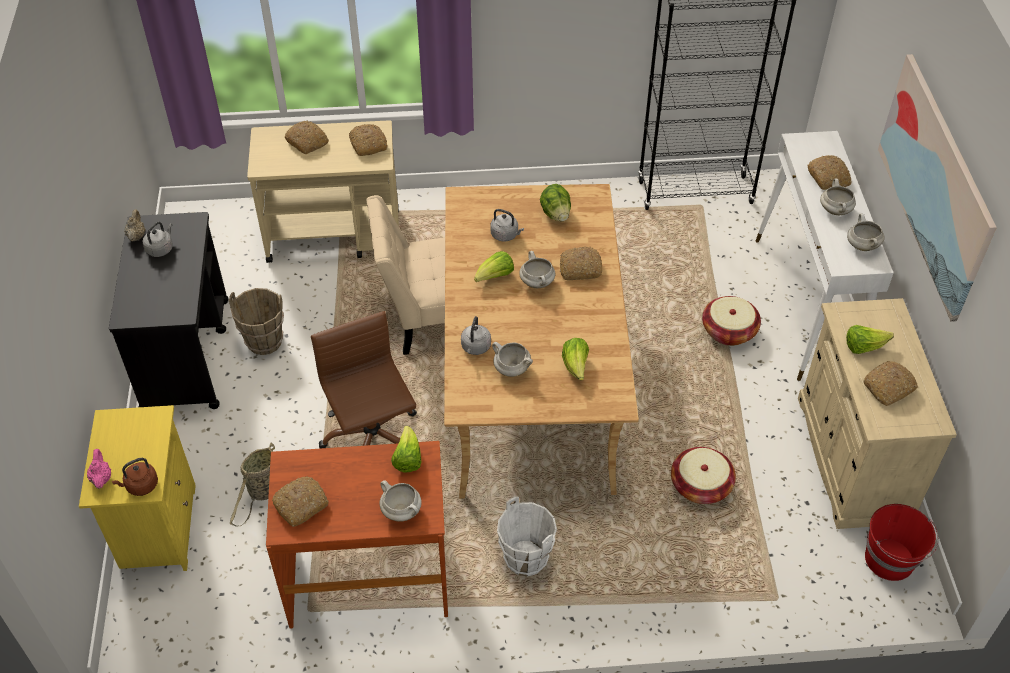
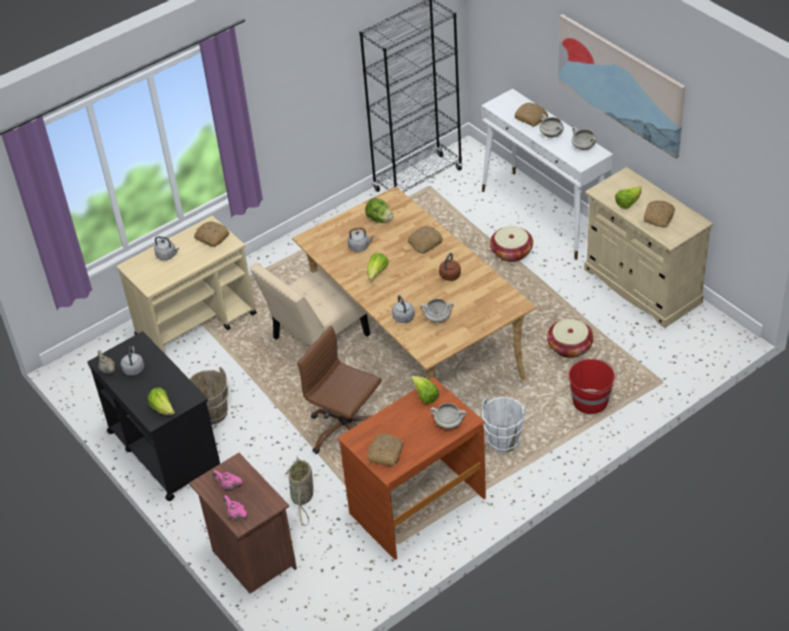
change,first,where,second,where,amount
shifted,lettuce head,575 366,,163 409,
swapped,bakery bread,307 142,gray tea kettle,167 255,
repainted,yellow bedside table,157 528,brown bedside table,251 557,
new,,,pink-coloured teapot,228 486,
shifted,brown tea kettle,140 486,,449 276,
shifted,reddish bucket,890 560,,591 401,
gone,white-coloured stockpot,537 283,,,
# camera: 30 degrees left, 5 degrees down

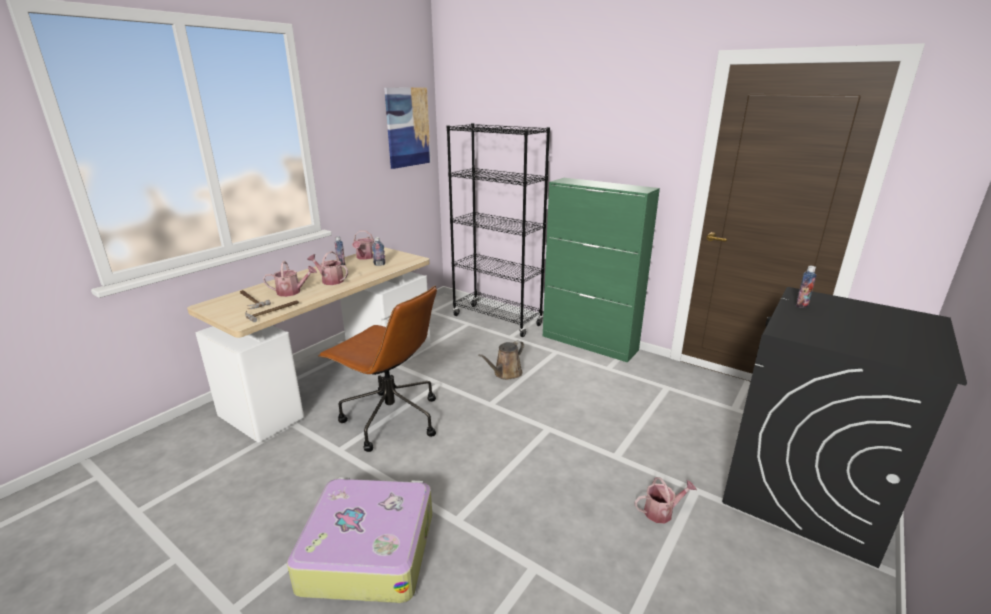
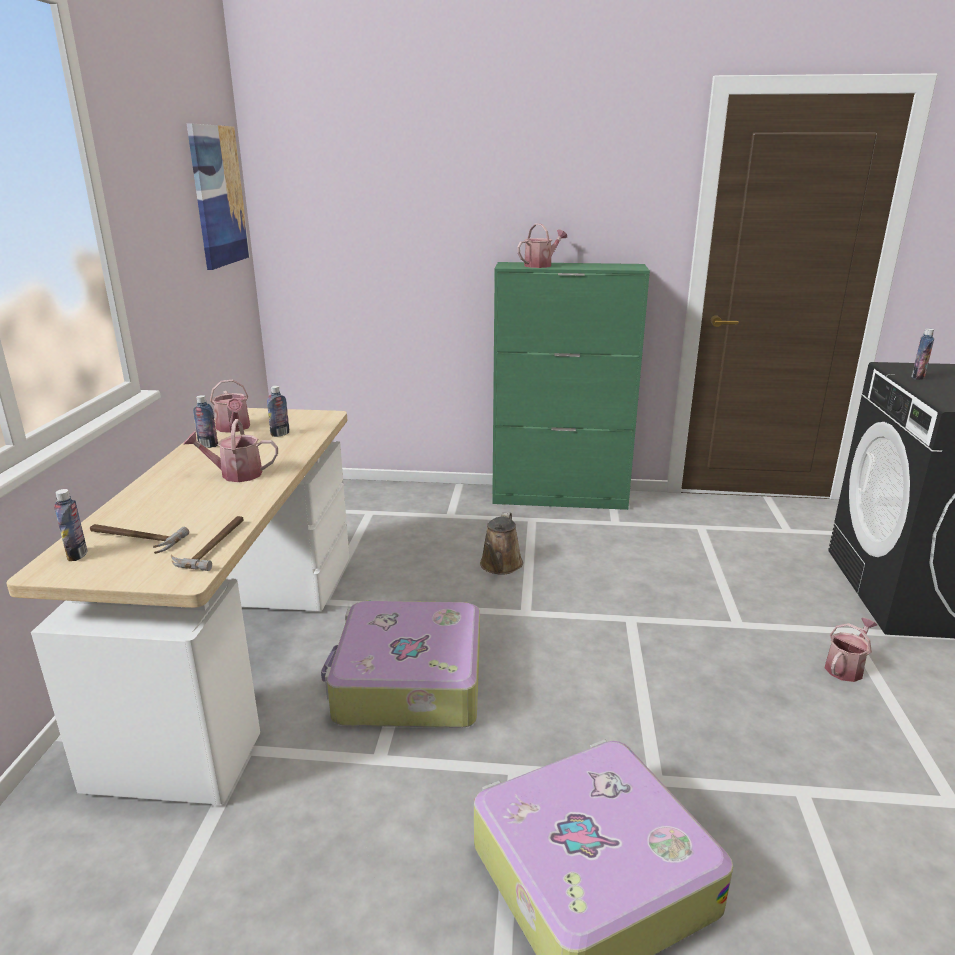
change,first,where,second,where,amount
new,,,beverage bottle,77 555,
swapped,brown computer chair,390 419,piece of luggage,407 682,
shifted,watering pot,292 292,,541 265,
gone,black-coloured shelving unit,497 320,,,
# camera: 30 degrees left, 0 degrees up

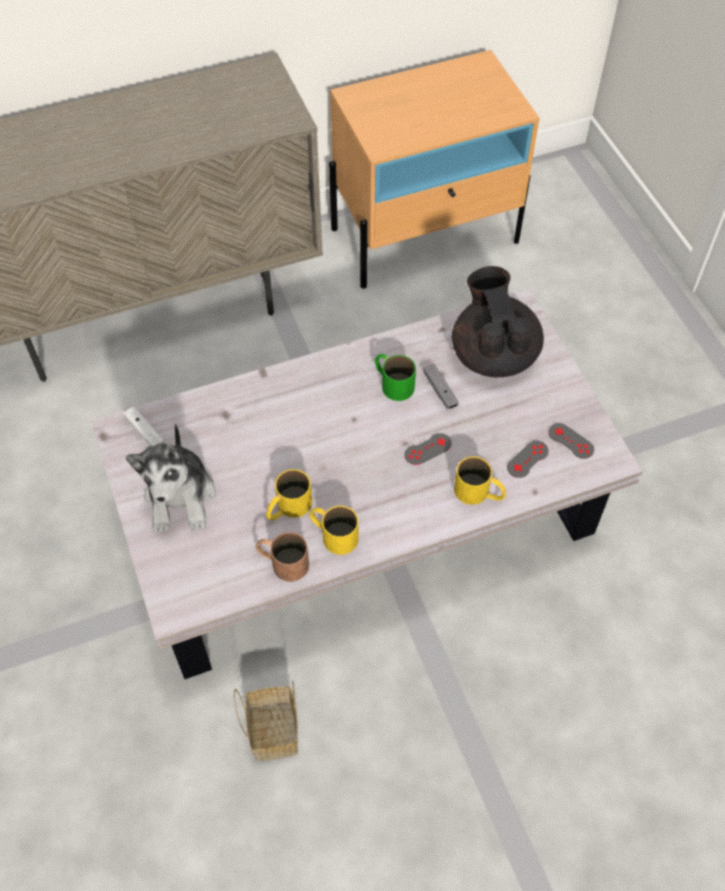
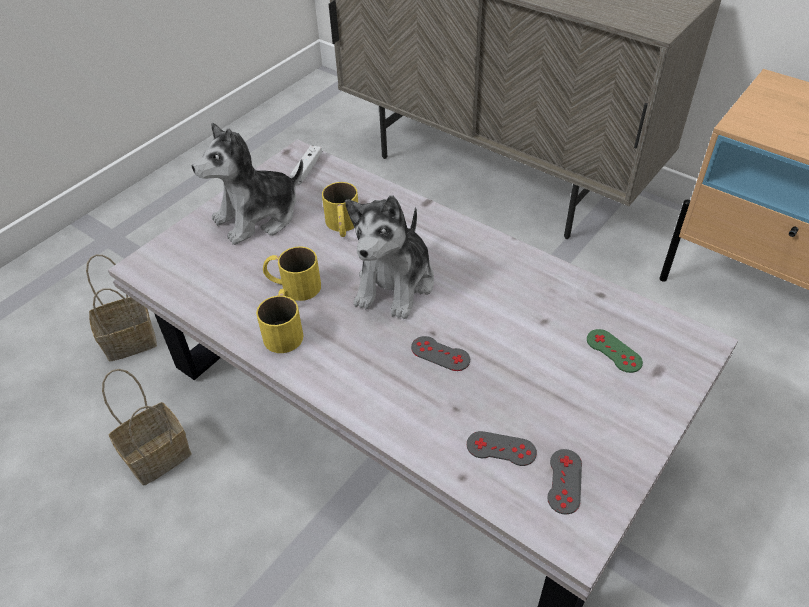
change,first,where,second,where,amount
new,,,basket,131 339,
shifted,yellow coffee mug,479 493,,342 226,
new,,,soft toy,395 284,
swapped,black-coloured teapot,493 354,green gamepad,614 351,
gone,brown coffee mug,282 562,,,
gone,green coffee mug,392 382,,,
gone,gray gamepad,440 391,,,
# camera: 60 degrees right, 10 degrees down

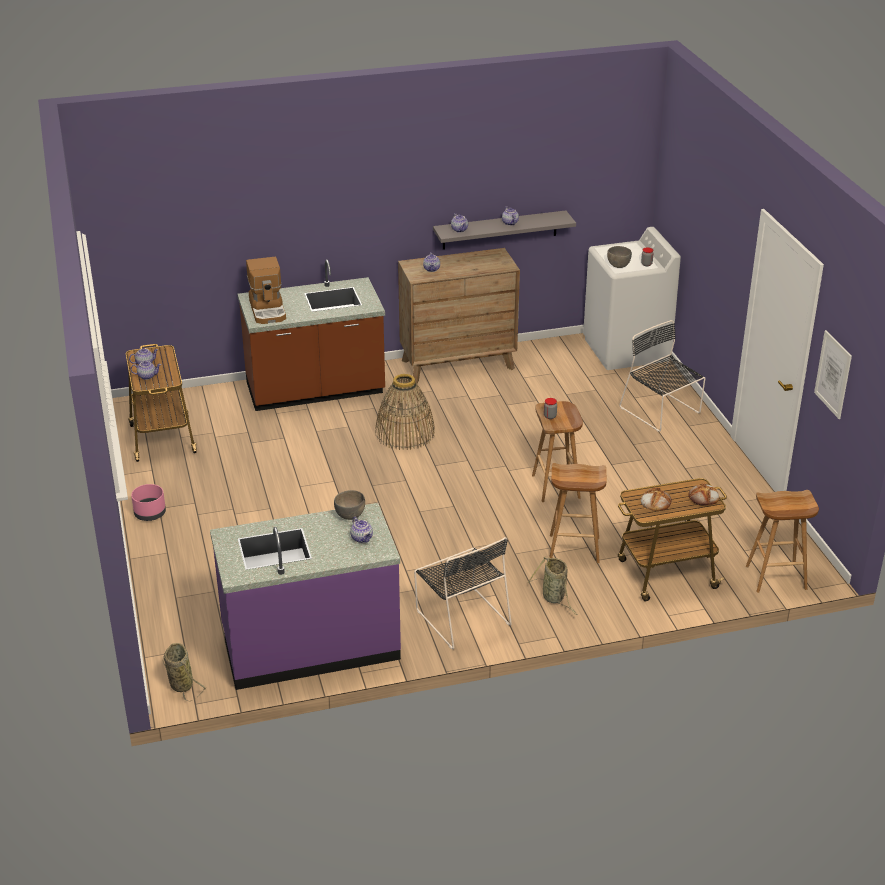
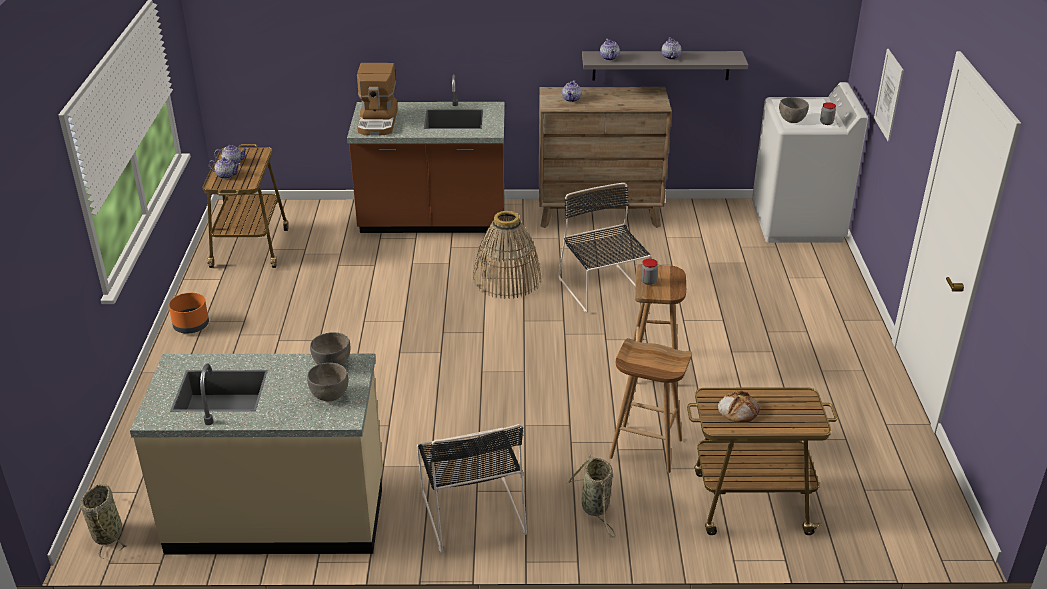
change,first,where,second,where,amount
repainted,purplish kitchen base unit,310 645,beige kitchen base unit,278 513,
repainted,pink-coloured planter,149 513,orange planter,191 325,
swapped,teapot,362 538,gray serving bowl,330 396,
shifted,black-coloured upright chair,661 411,,603 289,
shifted,picture,833 374,,889 95,
gone,bakery bread,704 497,,,
gone,brown stool,775 578,,,
# camera: 15 degrees right, 0 degrees up

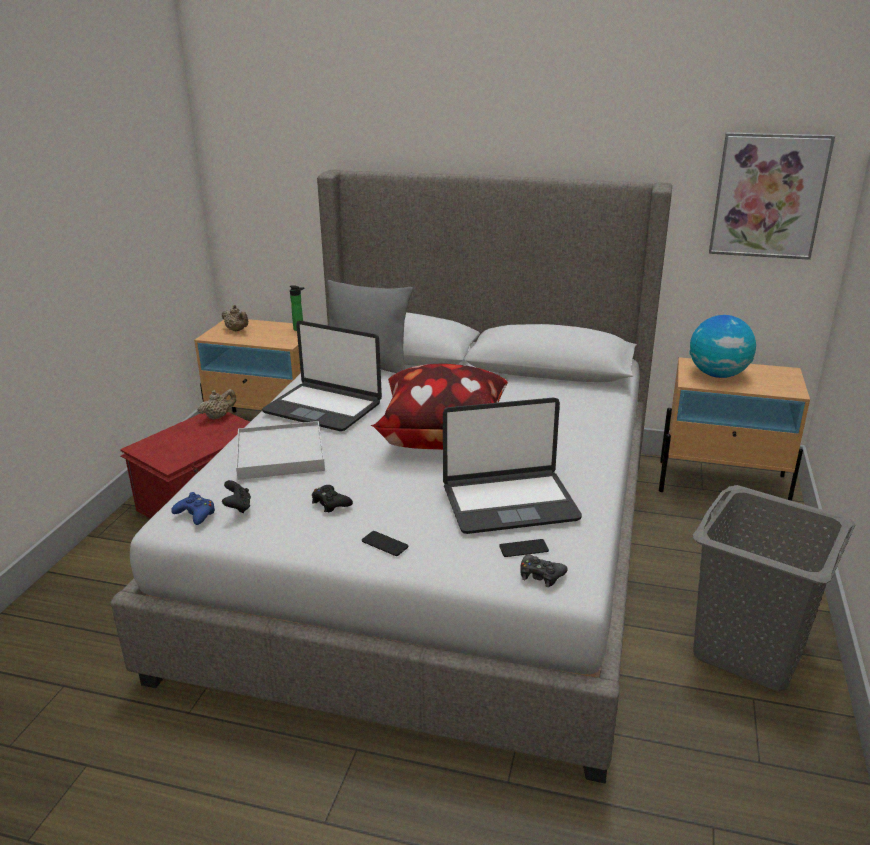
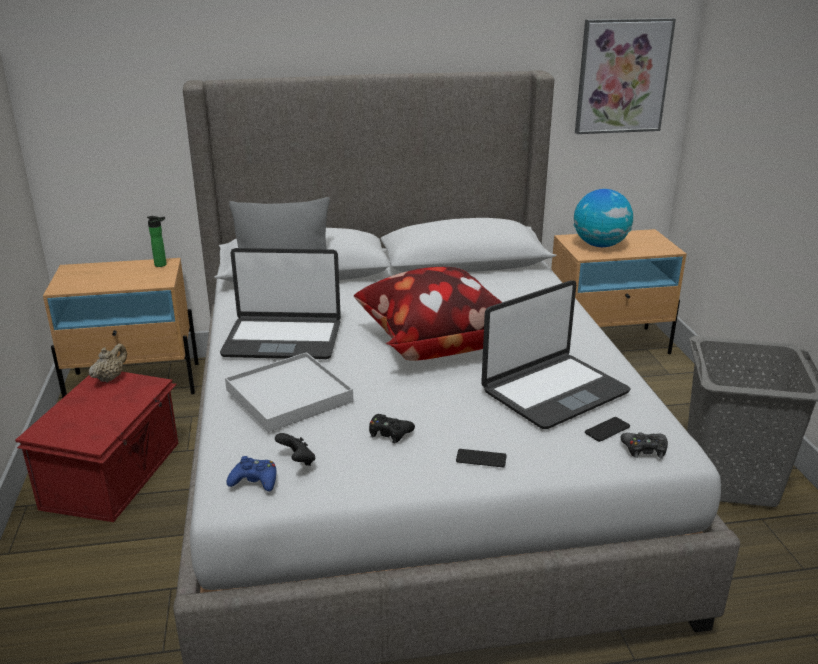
change,first,where,second,where,amount
gone,beige teapot,237 330,,,
# camera: 25 degrees left, 0 degrees up

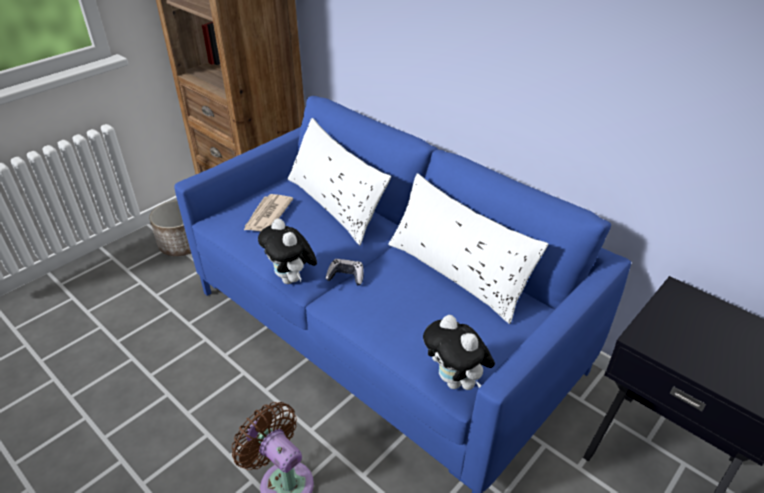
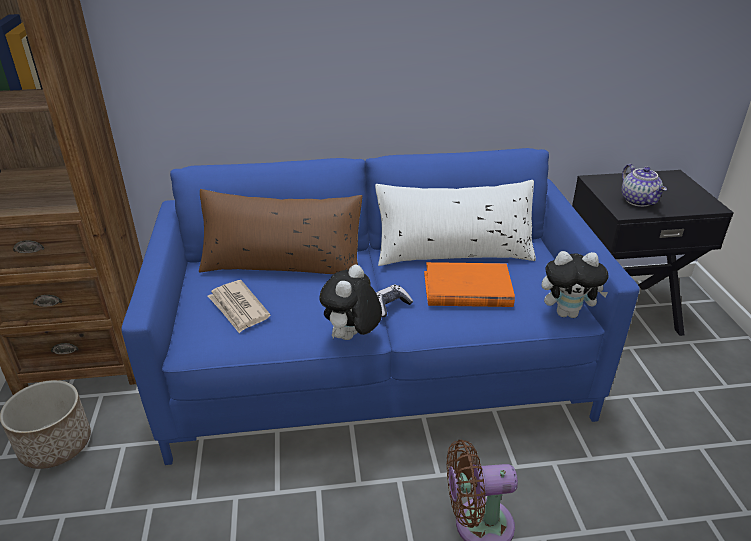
change,first,where,second,where,amount
repainted,white-coloured pillow,335 204,brown pillow,282 265,
rotated,soft toy,291 279,,351 338,105 degrees clockwise
new,,,orange volume,467 289,
new,,,teapot,639 201,
# camera: 50 degrees left, 5 degrees down

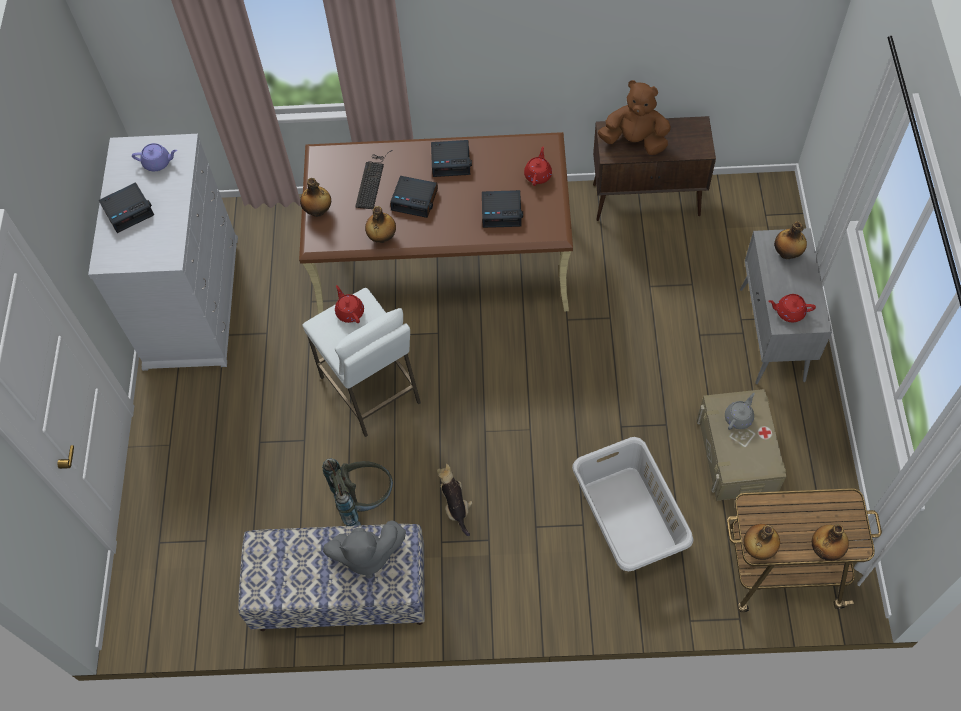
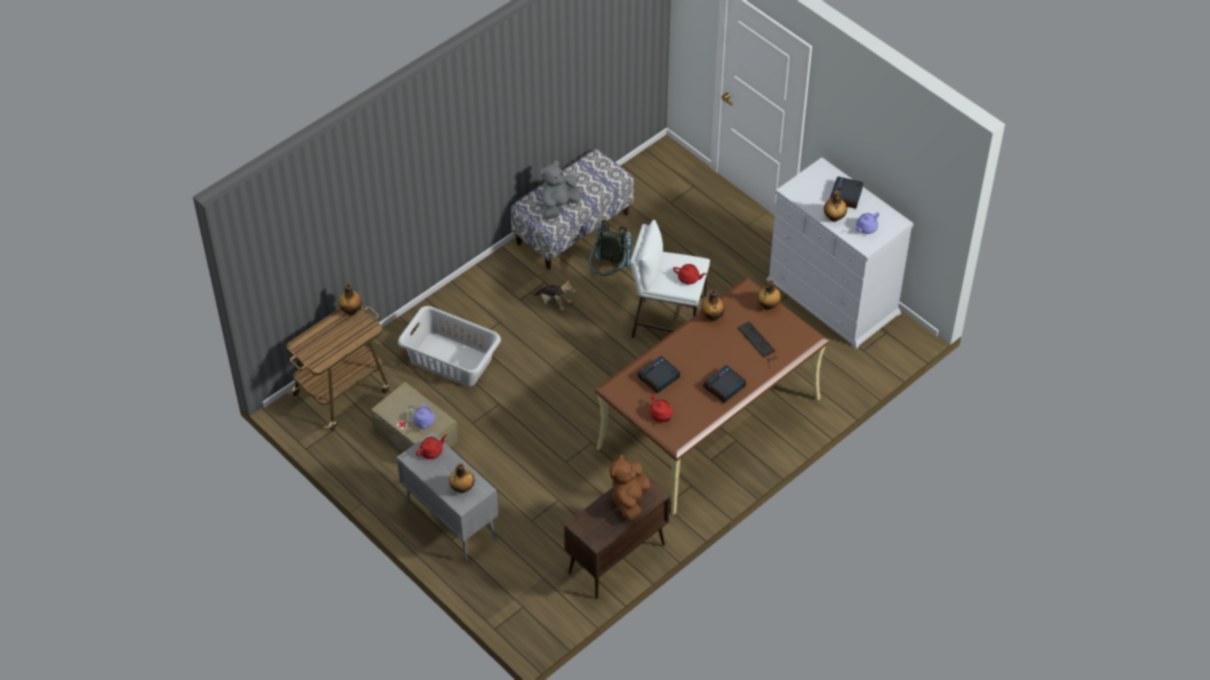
change,first,where,second,where,amount
repainted,gray teapot,738 417,purplish teapot,424 422,
rotated,brown soft toy,634 141,,629 499,135 degrees clockwise
shifted,beverage bottle,825 549,,834 218,
gone,bedside clock,415 199,,,
# camera: 135 degrees right, 10 degrees down

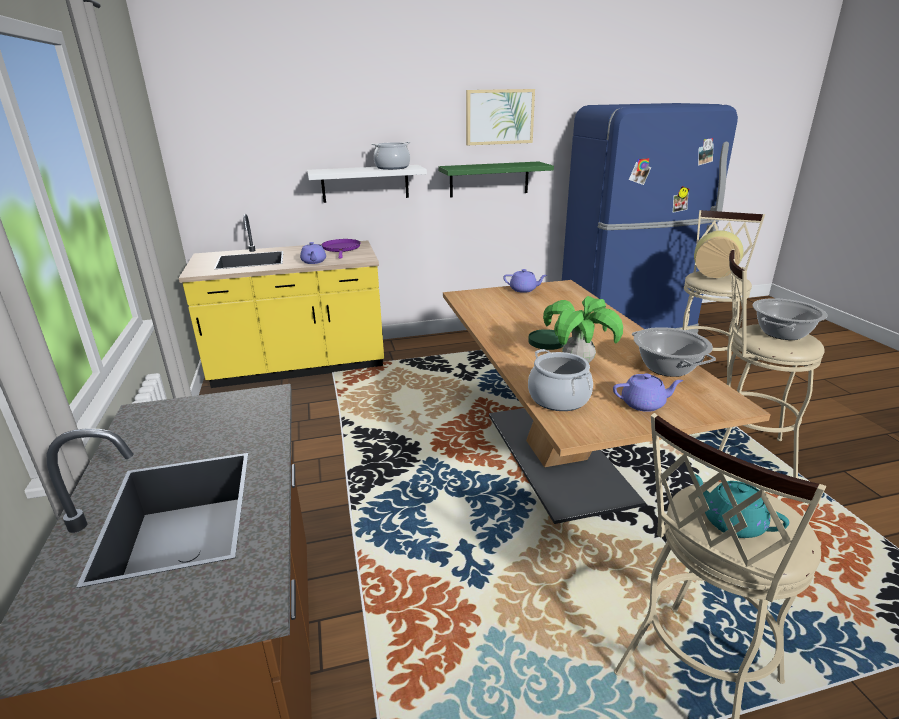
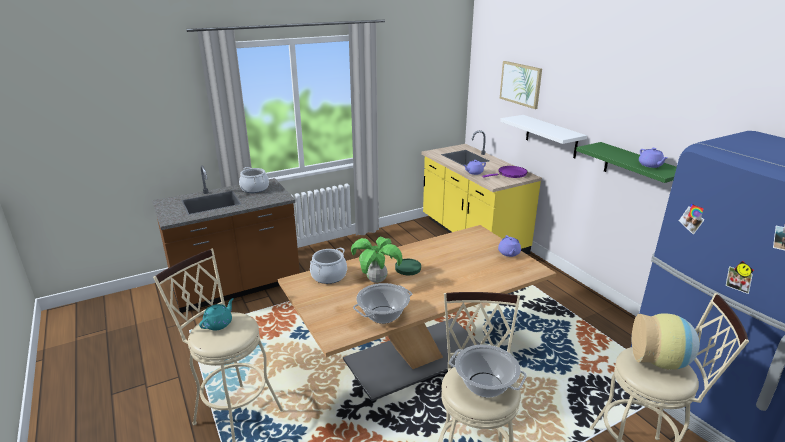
change,first,where,second,where,amount
shifted,stockpot,392 167,,255 188,
shifted,picture,499 117,,520 84,
shifted,purplish teapot,644 404,,650 165,
# camera: 75 degrees right, 0 degrees up

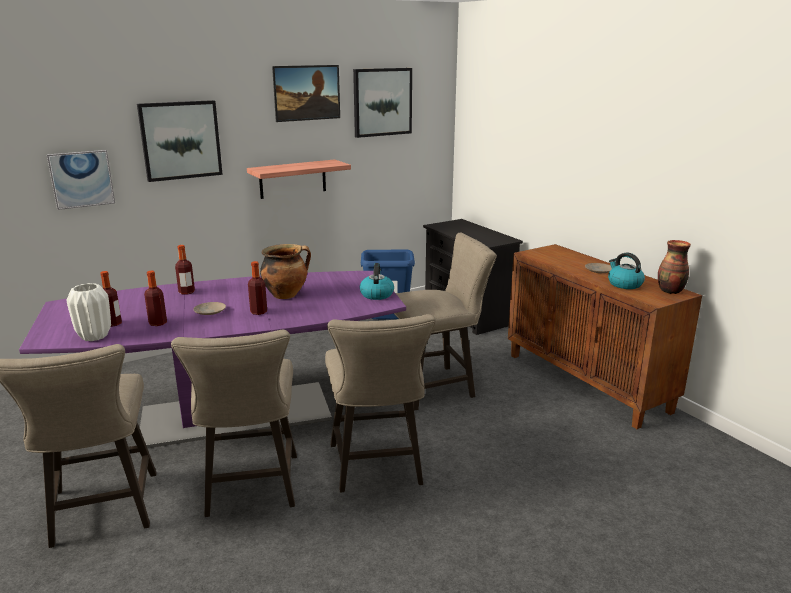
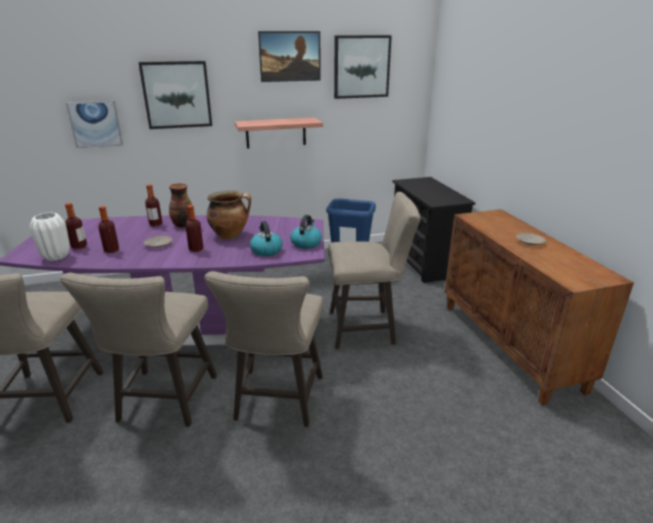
change,first,where,second,where,amount
shifted,flower vase,670 291,,182 225,
shifted,tea kettle,624 284,,266 250,
# camera: 15 degrees right, 5 degrees up

